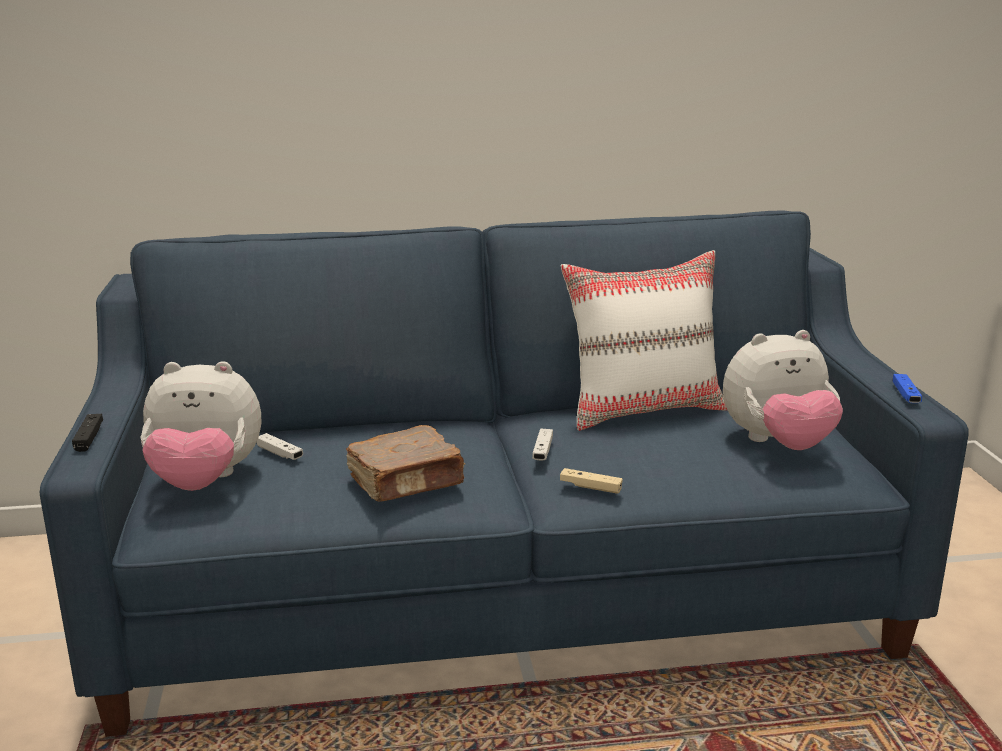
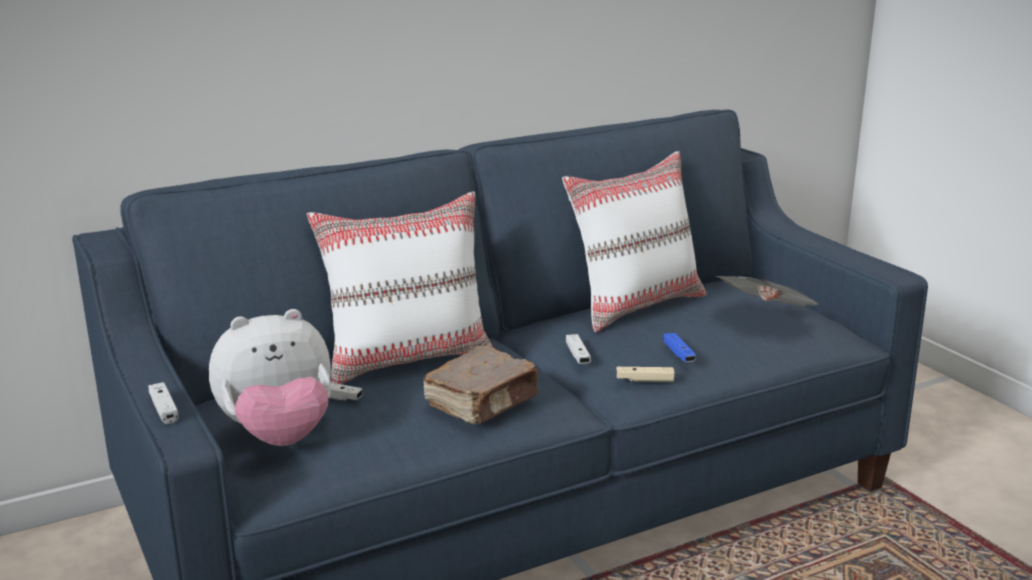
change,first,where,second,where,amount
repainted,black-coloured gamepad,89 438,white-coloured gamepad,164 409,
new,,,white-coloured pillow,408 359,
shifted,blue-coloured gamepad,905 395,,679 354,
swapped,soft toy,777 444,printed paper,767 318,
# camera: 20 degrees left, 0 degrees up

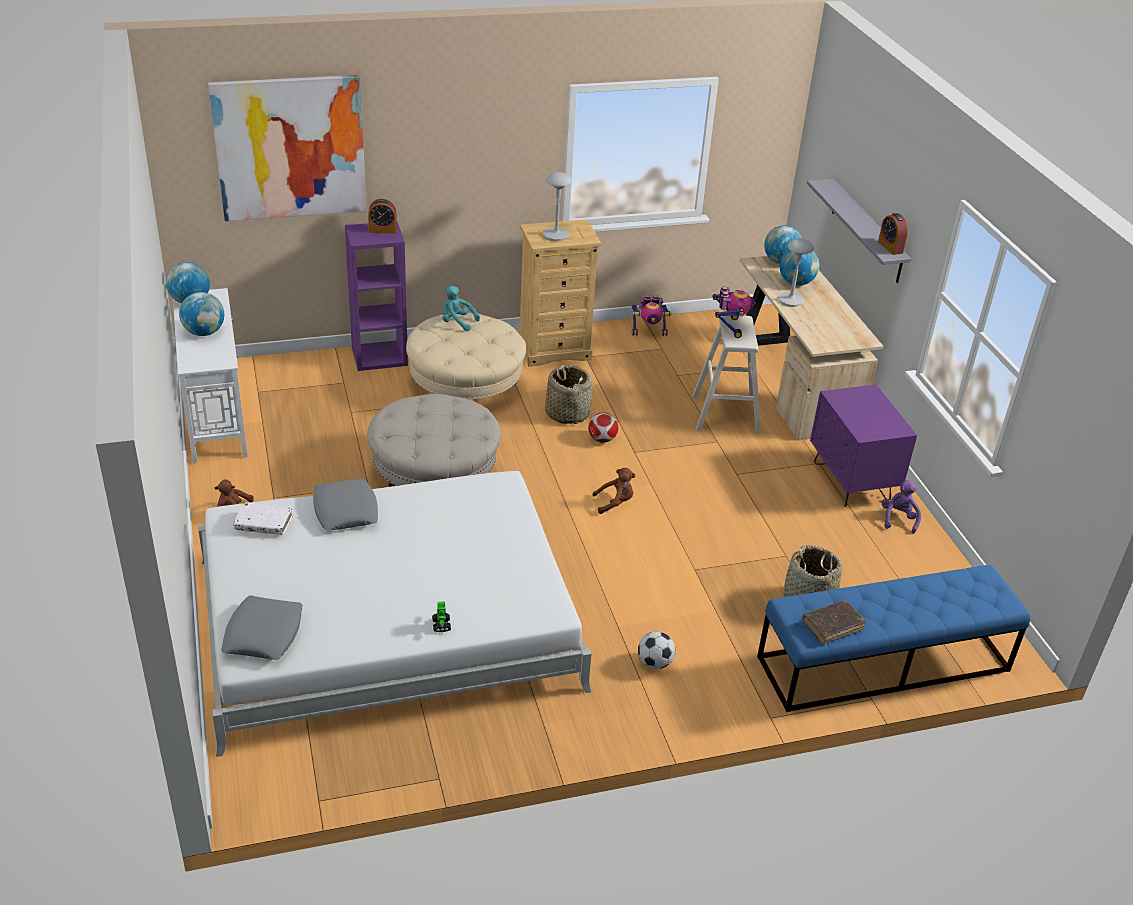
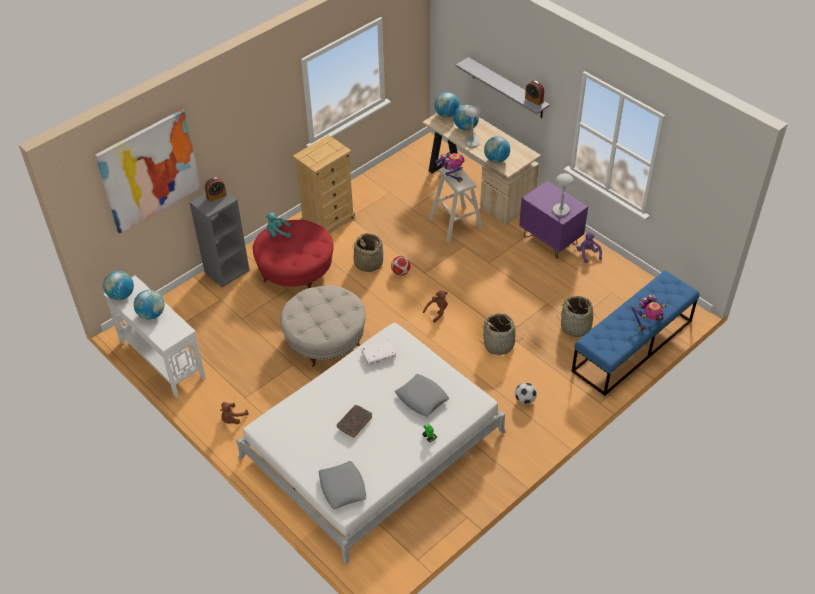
change,first,where,second,where,amount
repainted,purplish shelving unit,380 356,gray shelving unit,227 271,
repainted,beige ottoman,466 386,reddish ottoman,295 270,
shifted,brown volume,832 626,,354 423,
shifted,white-coloured volume,263 524,,378 355,
shifted,gray pillow,345 510,,421 398,
new,,,basket,499 344,
new,,,world globe,496 159,
shifted,gray lamp for a table,556 235,,561 210,
shifted,model robot,649 332,,647 321,
# camera: 25 degrees left, 10 degrees up

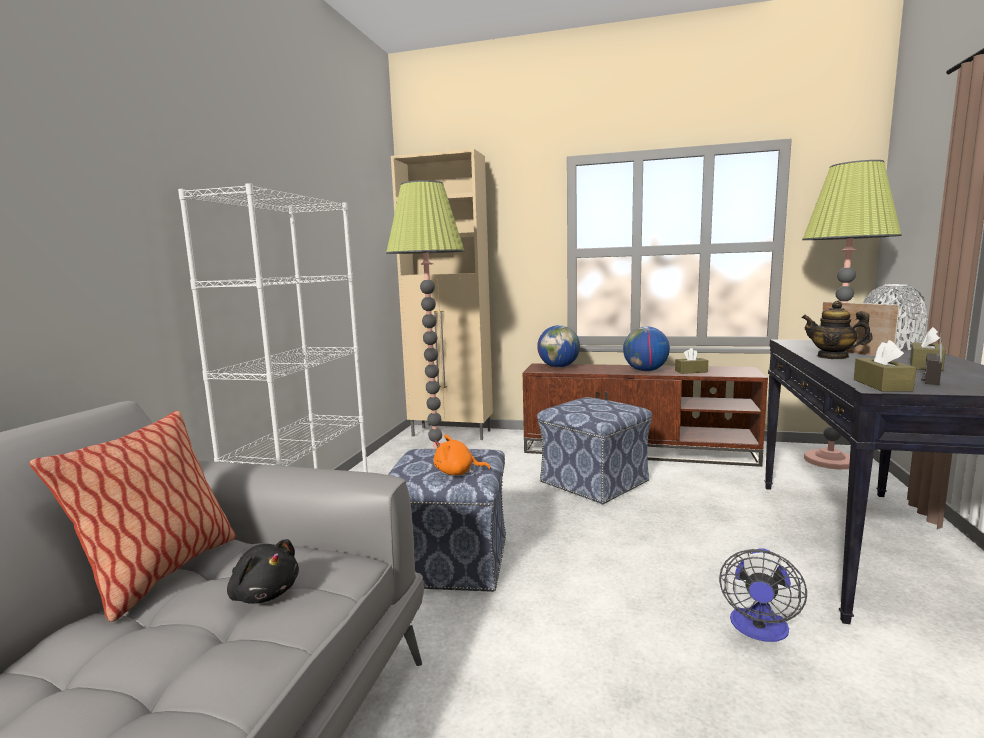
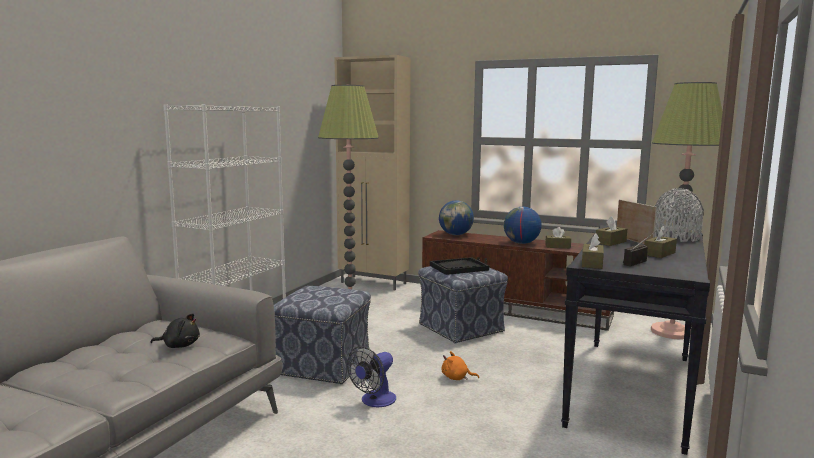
change,first,where,second,where,amount
rotated,black-coloured soft toy,264 593,,179 345,45 degrees counterclockwise
shifted,cooling fan,758 630,,374 401,
new,,,black-coloured carrying tray,459 268,
shifted,orange soft toy,457 473,,456 378,
swapped,teapot,832 357,brown box of tissues,610 242,
gone,pillow,161 574,,,
# camera: 10 degrees right, 0 degrees up

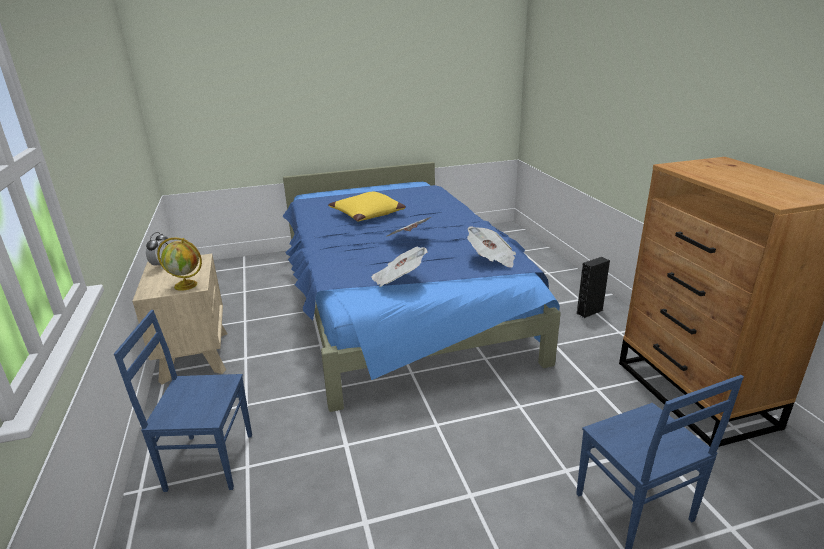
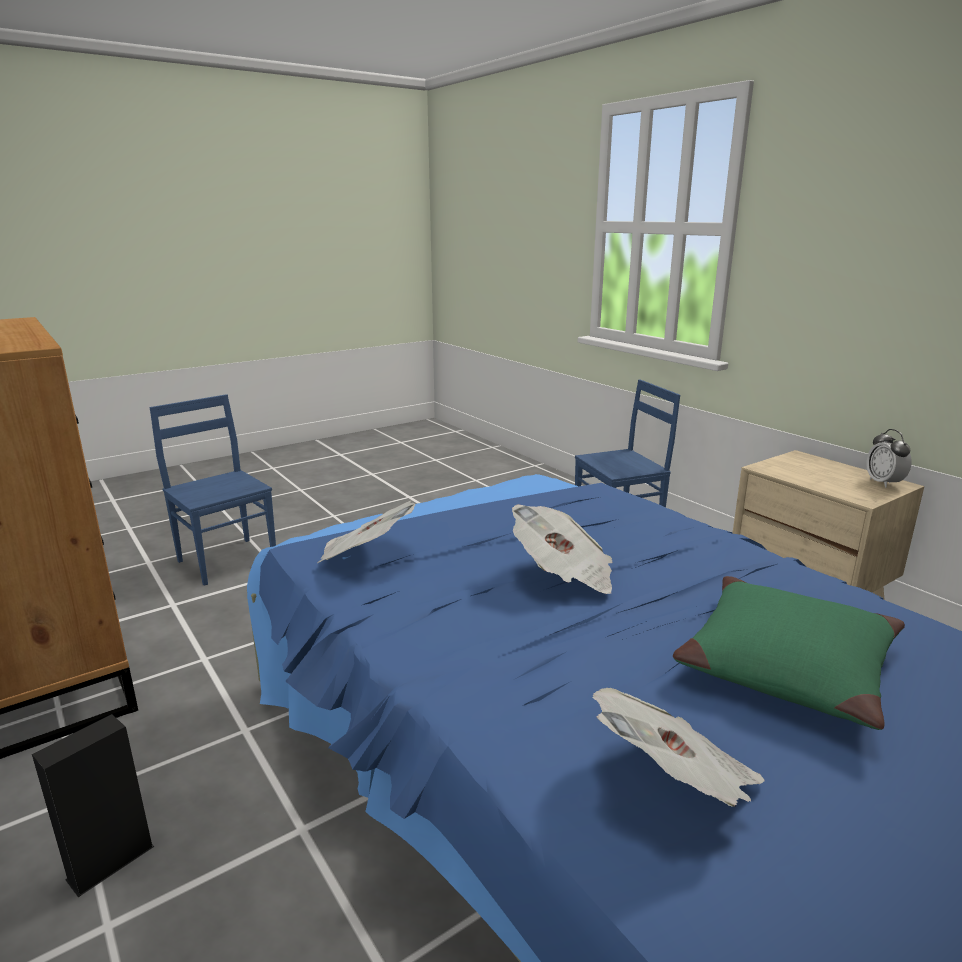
change,first,where,second,where,amount
shifted,printed paper,398 279,,675 781,
repainted,yellow pillow,368 214,green pillow,785 664,
gone,world globe,186 285,,,
# camera: 160 degrees right, 5 degrees down

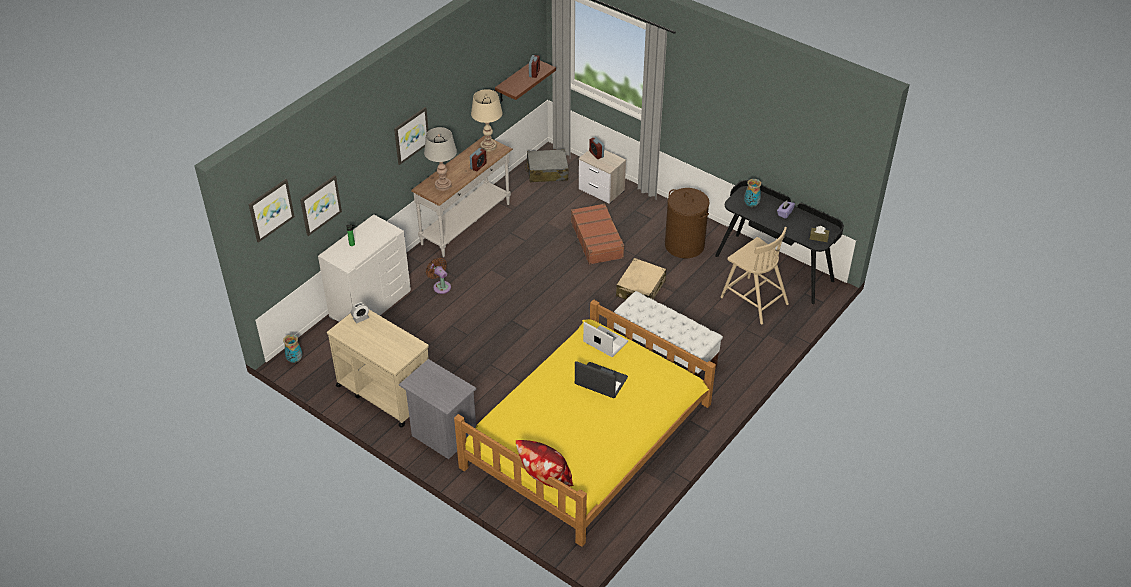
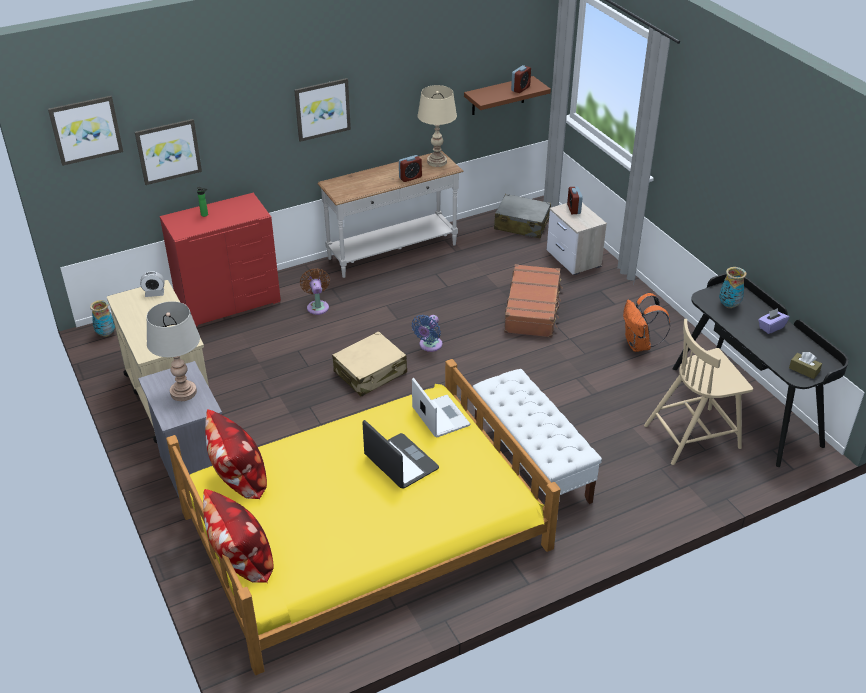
change,first,where,second,where,amount
shifted,gray lamp for a table,443 185,,183 392,
repainted,white-coloured drawer chest,369 304,reddish drawer chest,228 301,
new,,,pillow,239 479,
shifted,beige piece of luggage,641 289,,370 372,
new,,,blue-coloured cooling fan,429 346,
swapped,brown hamper,684 245,orange rucksack,639 345,
rotated,beige upright chair,753 300,,693 435,90 degrees clockwise
# camera: 25 degrees right, 5 degrees down

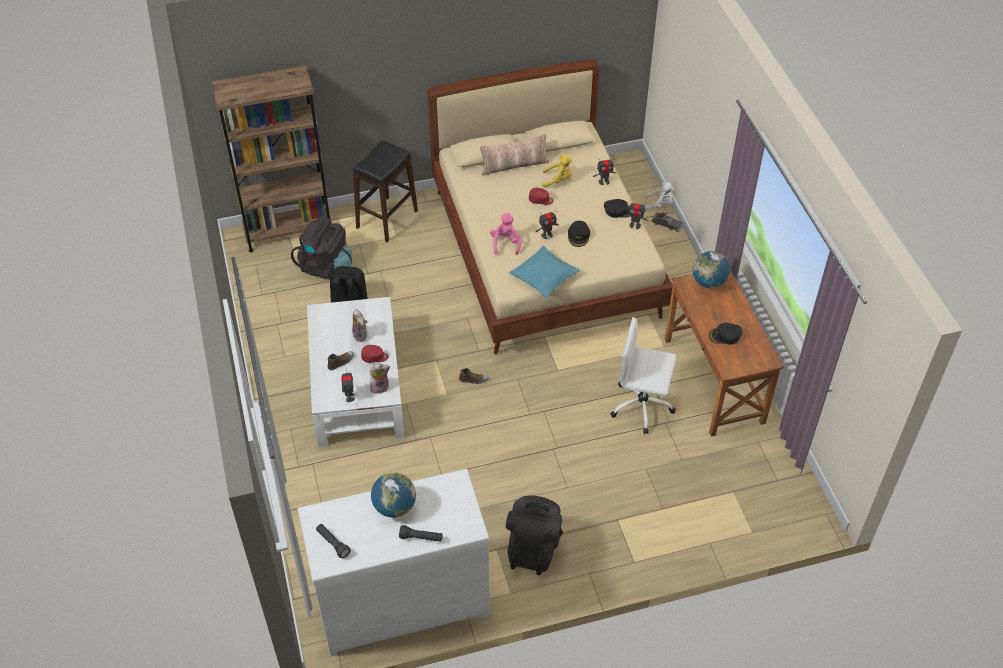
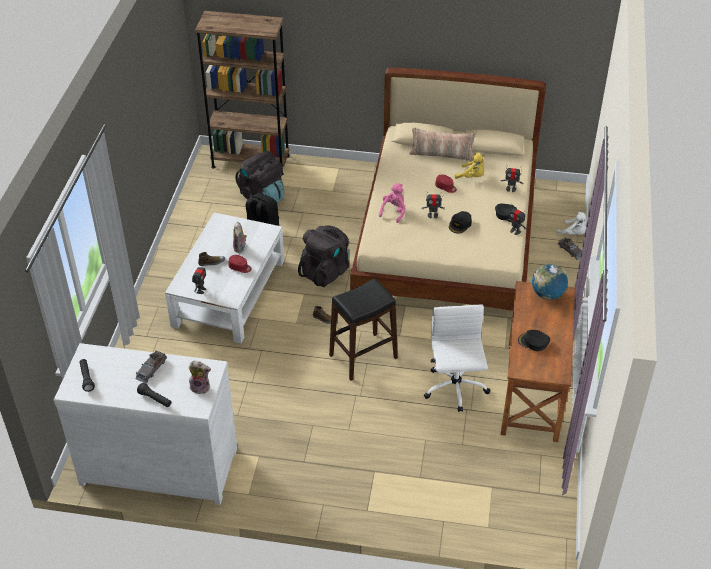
change,first,where,second,where,amount
swapped,world globe,394 507,gray model car,151 369,
shifted,soft toy,380 387,,201 387,
shifted,black-coloured rucksack,533 548,,326 271,
shifted,black-coloured stool,387 219,,363 357,
rotated,white-coloured computer chair,643 406,,455 389,45 degrees clockwise
gone,turquoise-coloured pillow,544 277,,,
# camera: 25 degrees right, 5 degrees down

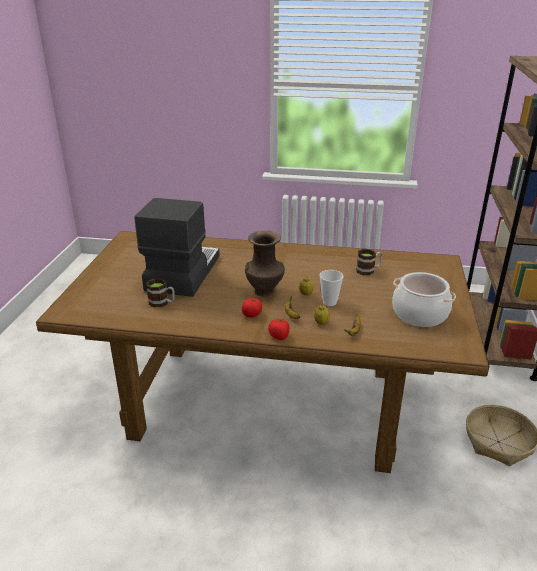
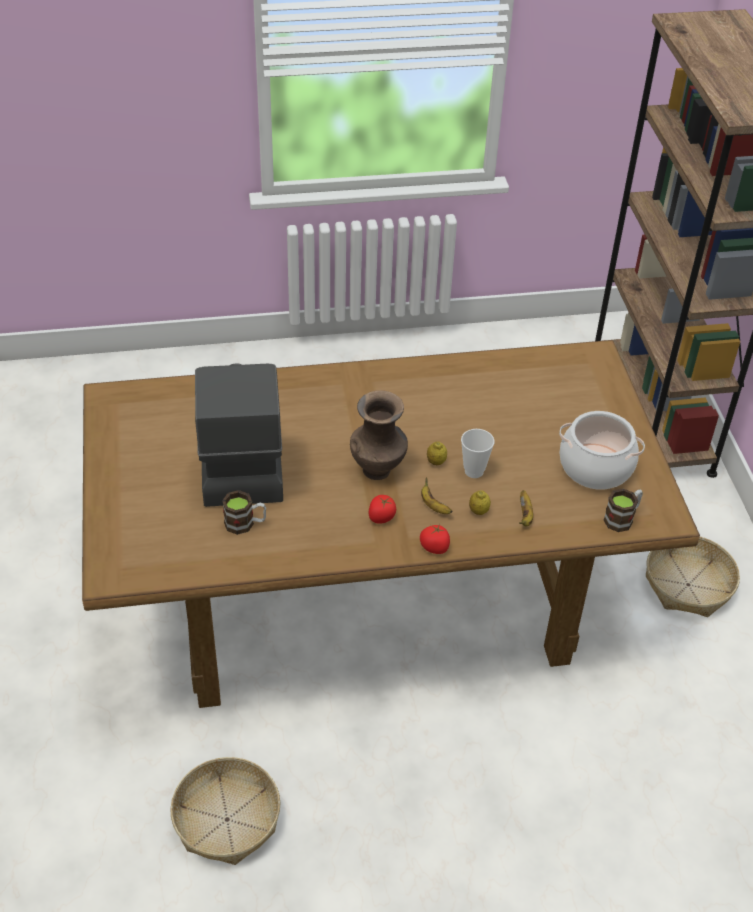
change,first,where,second,where,amount
new,,,basket,226 819,
shifted,coffee mug,368 270,,622 518,
# camera: 20 degrees left, 15 degrees up

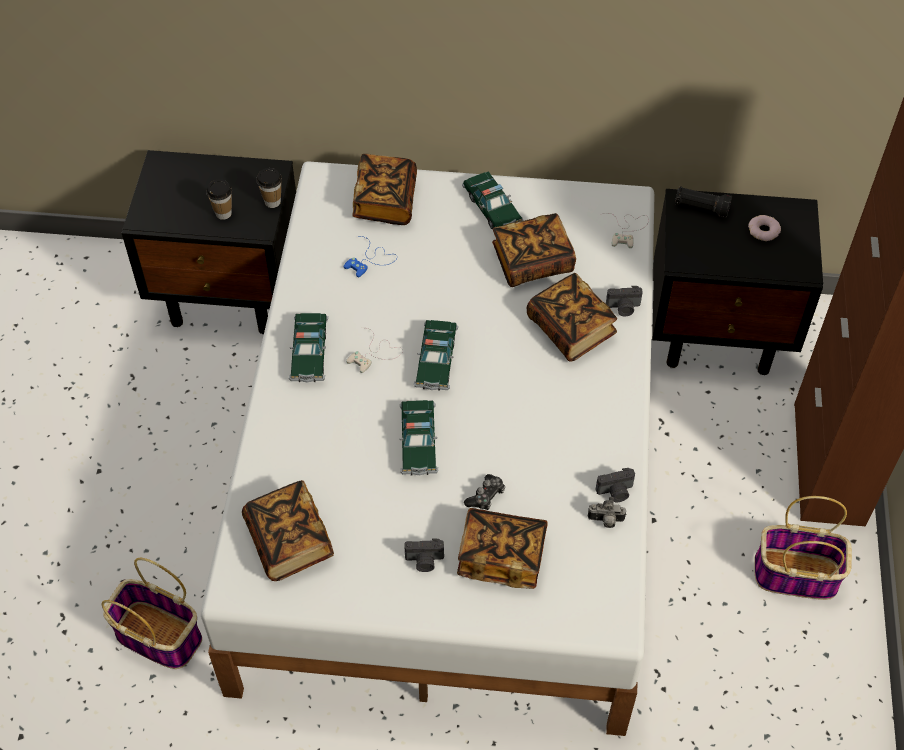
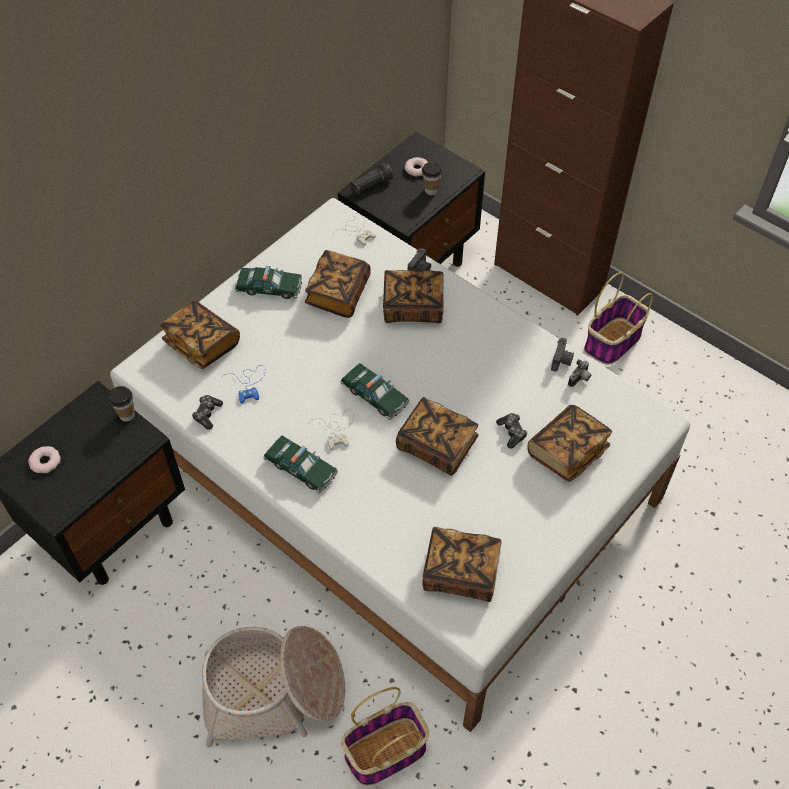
change,first,where,second,where,amount
new,,,doughnut,45 462,
new,,,gamepad,207 414,
new,,,basket,273 692,
swapped,model car,418 442,volume,437 446,
shifted,small cup,223 213,,431 190,
gone,still camera,424 561,,,
# camera: 55 degrees left, 0 degrees up

